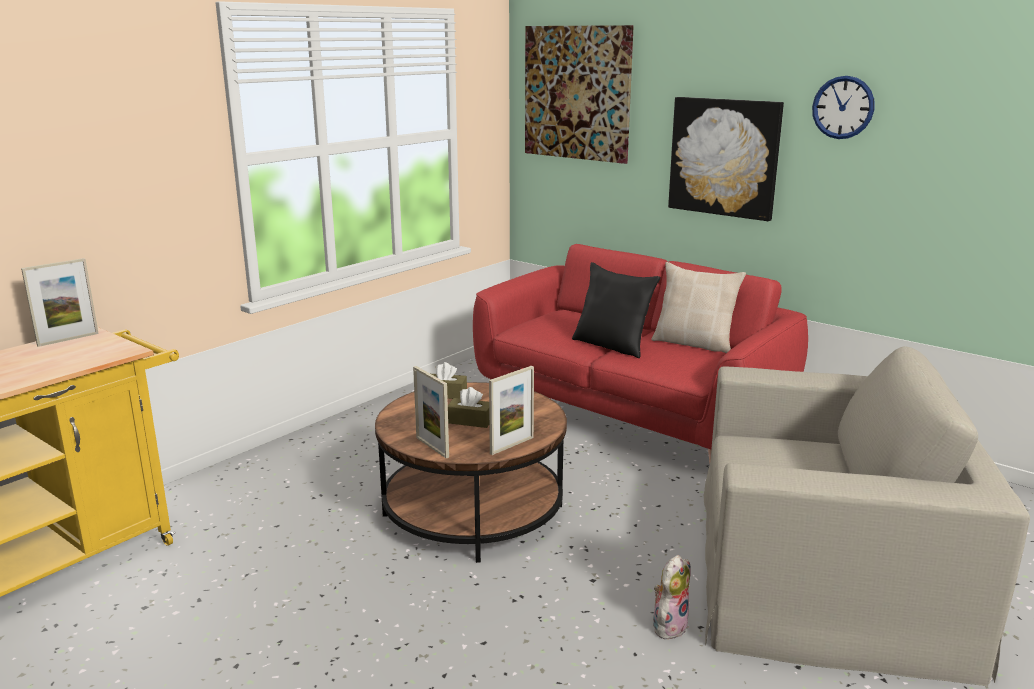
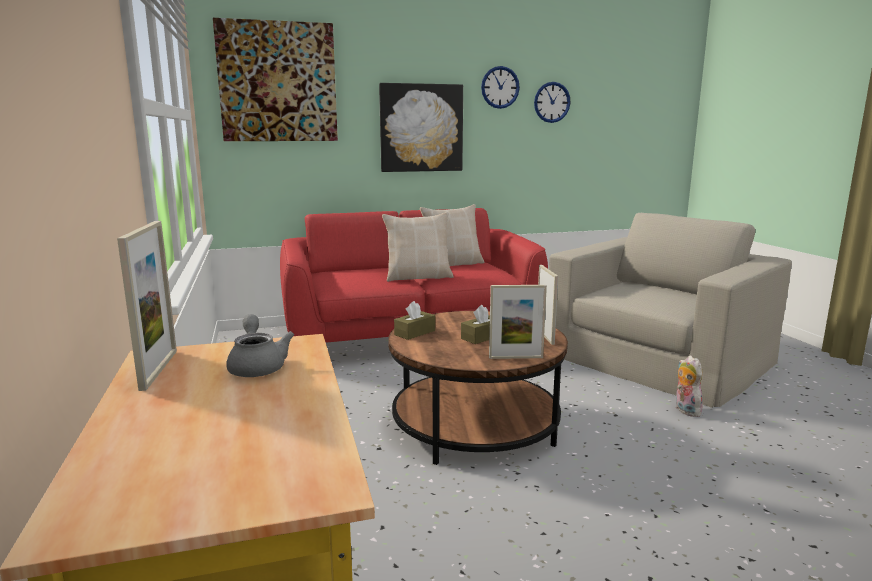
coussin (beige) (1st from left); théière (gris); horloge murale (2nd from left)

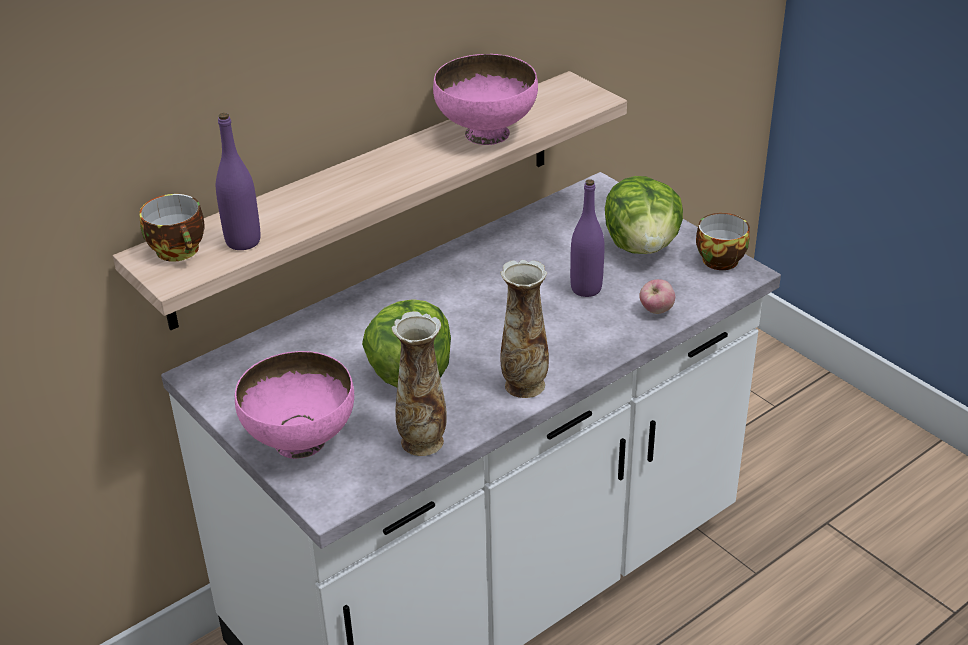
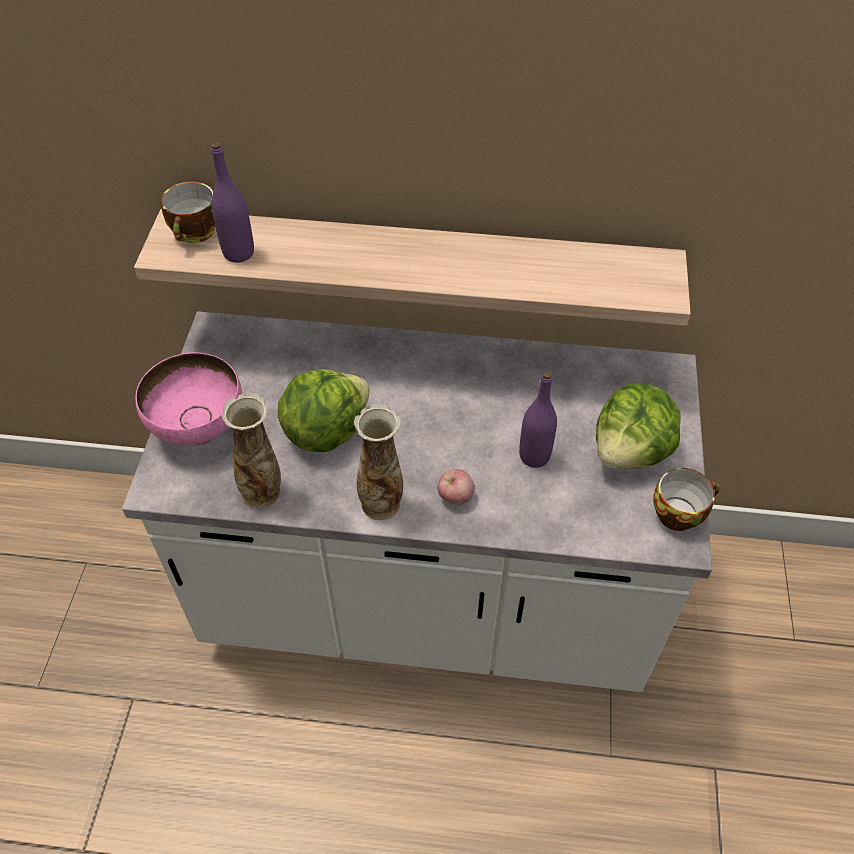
bol (rose) (2nd from left in the first image); pomme

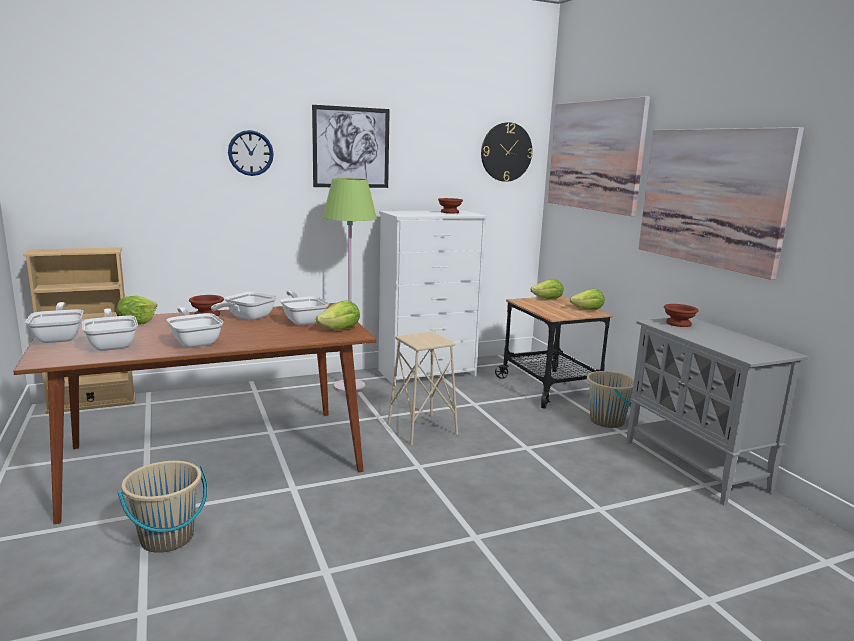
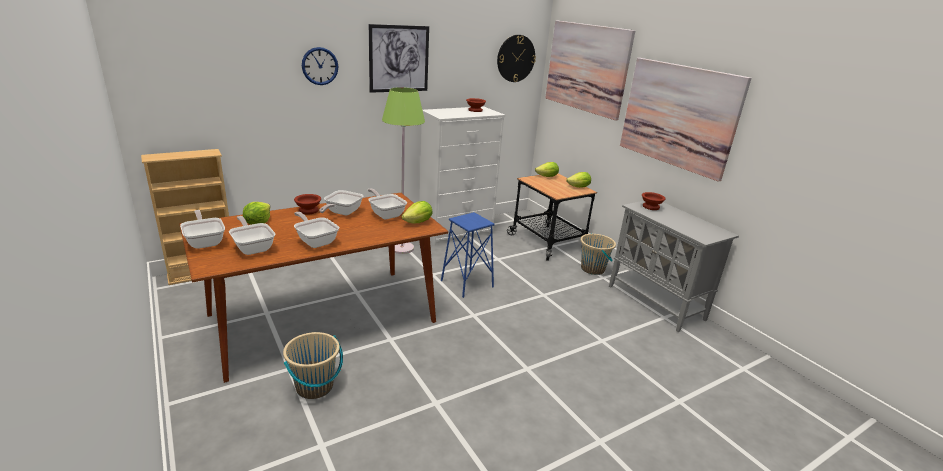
tabouret (bleu)

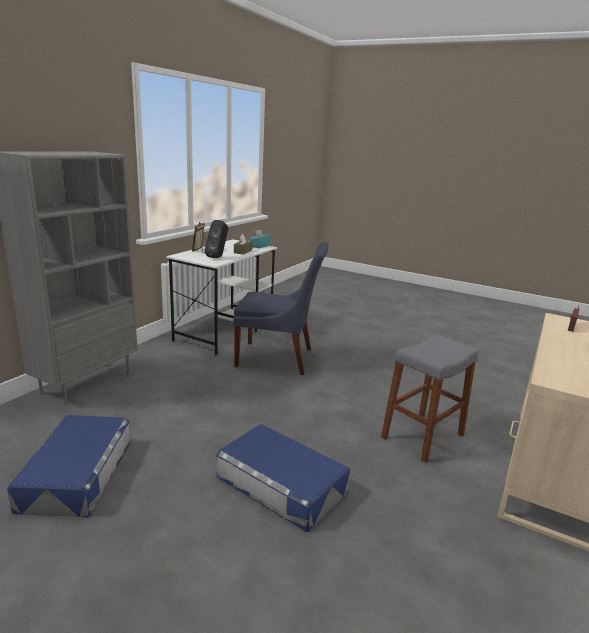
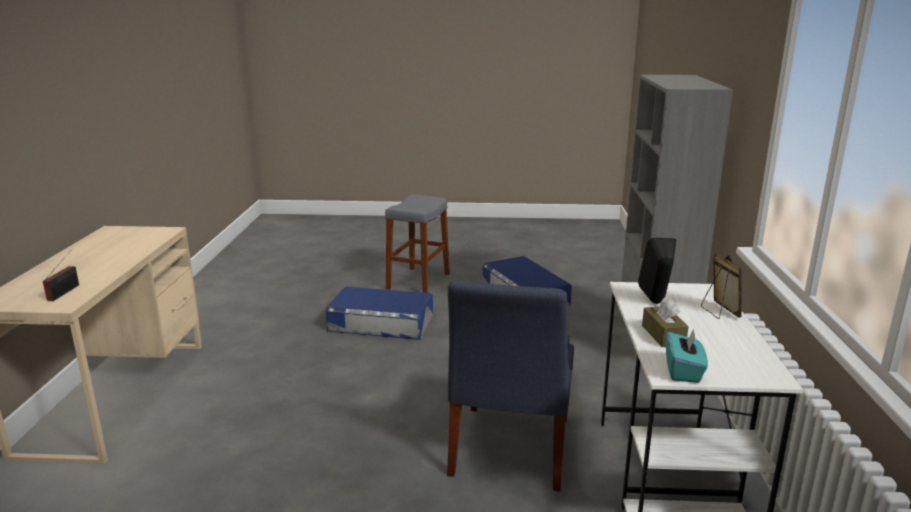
chaise (bleu); tabouret (gris)

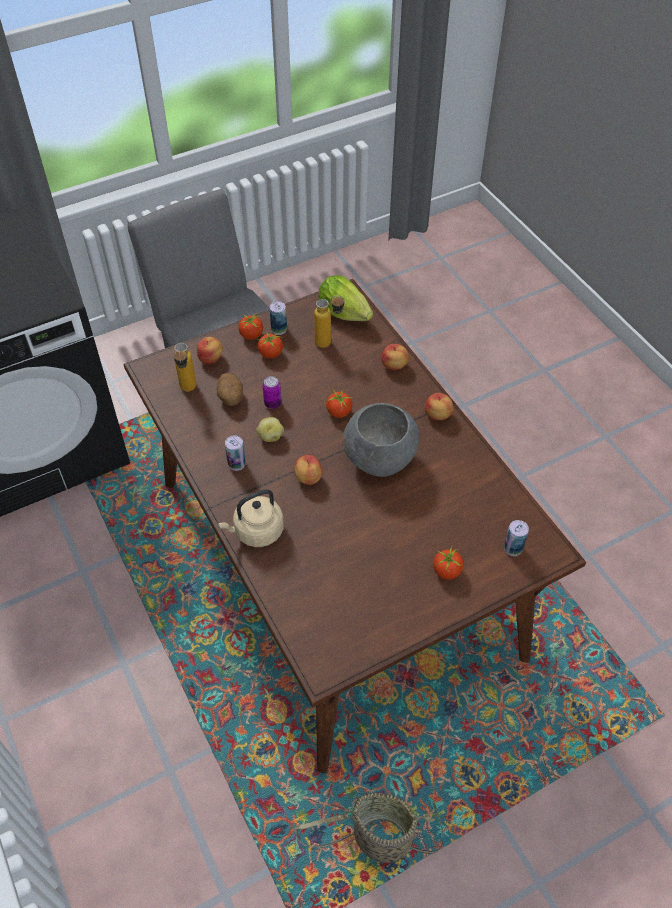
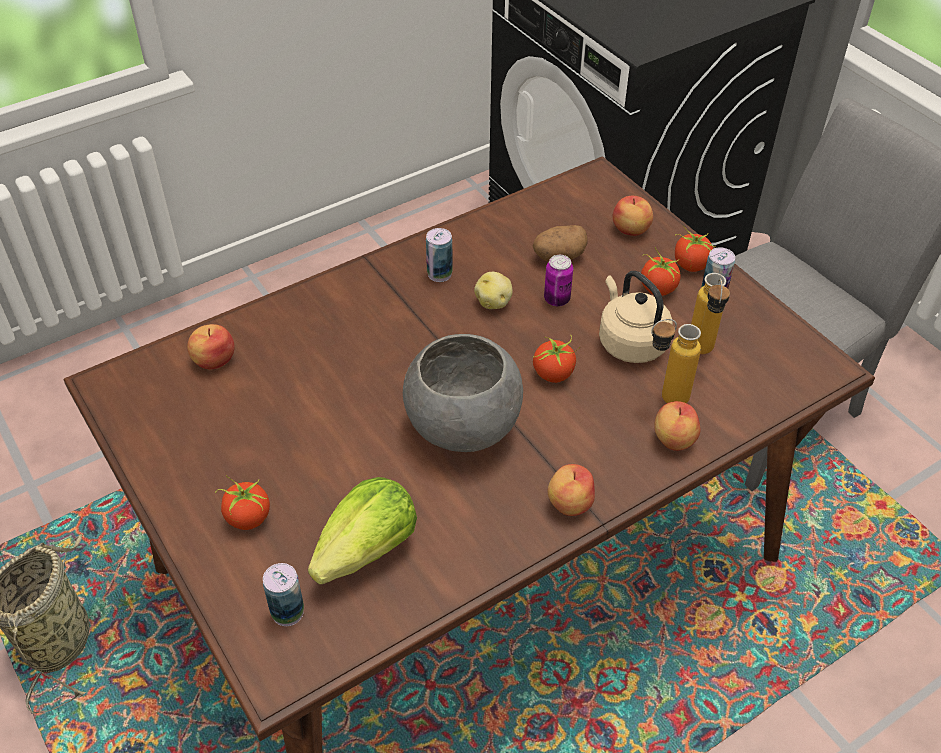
bouteille (1st from left); bouilloire (beige); pomme (1st from left); laitue

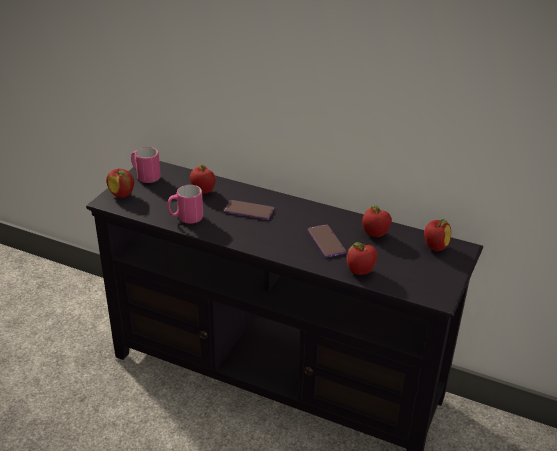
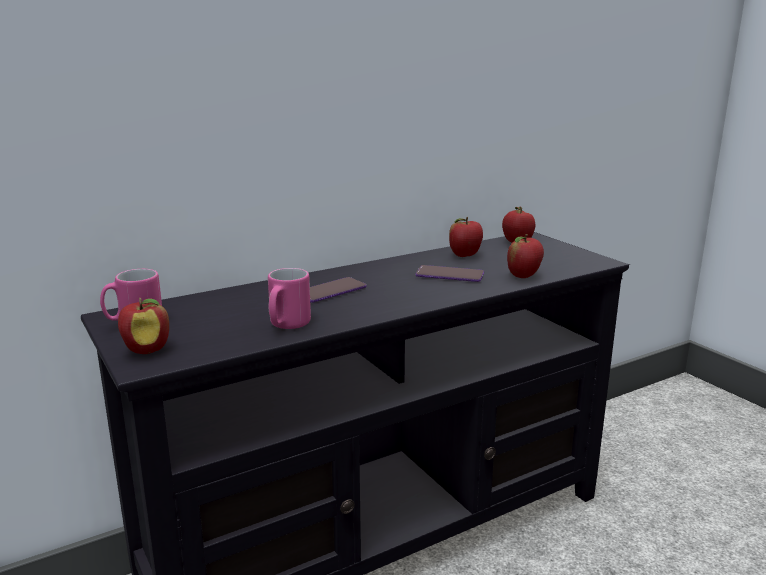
pomme (2nd from left in the first image)

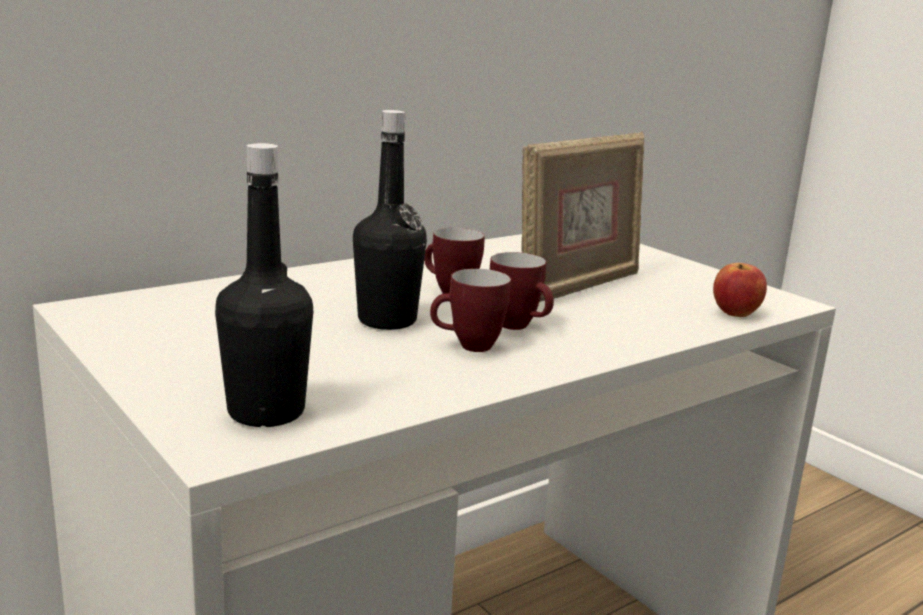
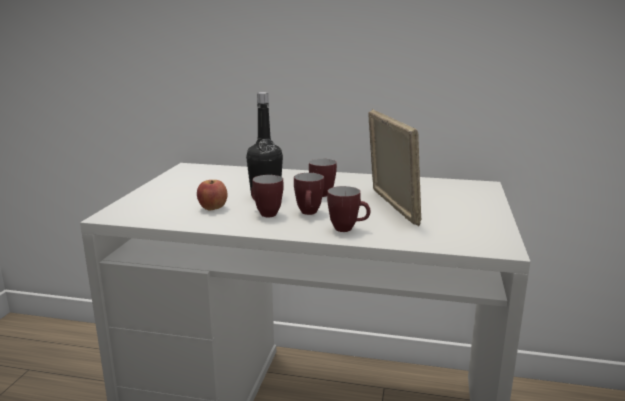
bouteille (noir) (1st from left in the first image); cadre photo; pomme; mug (4th from left)

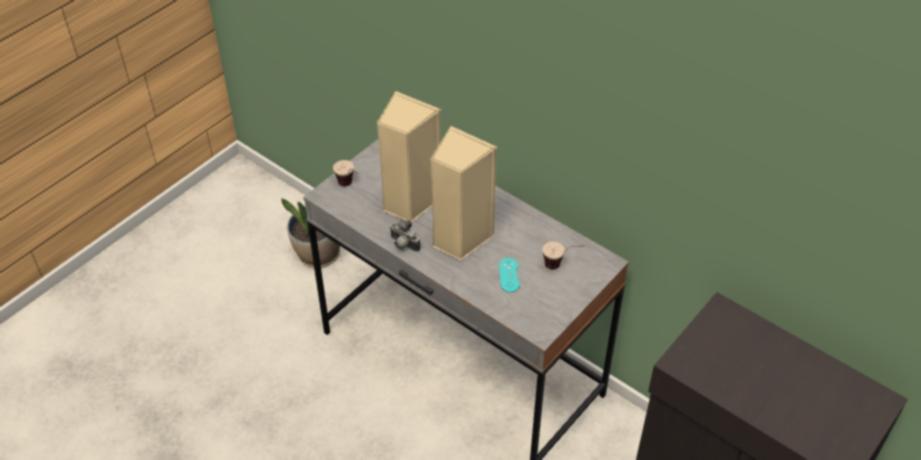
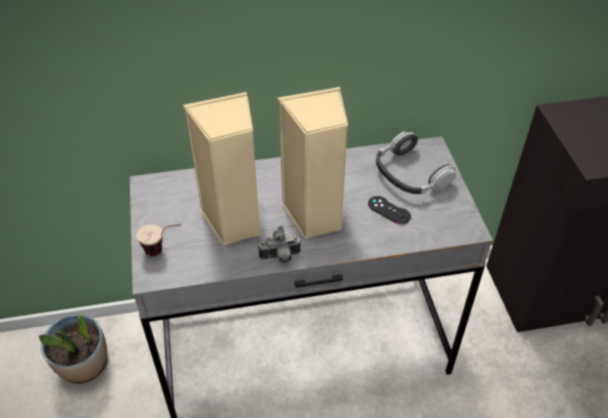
manette (noir); casque audio

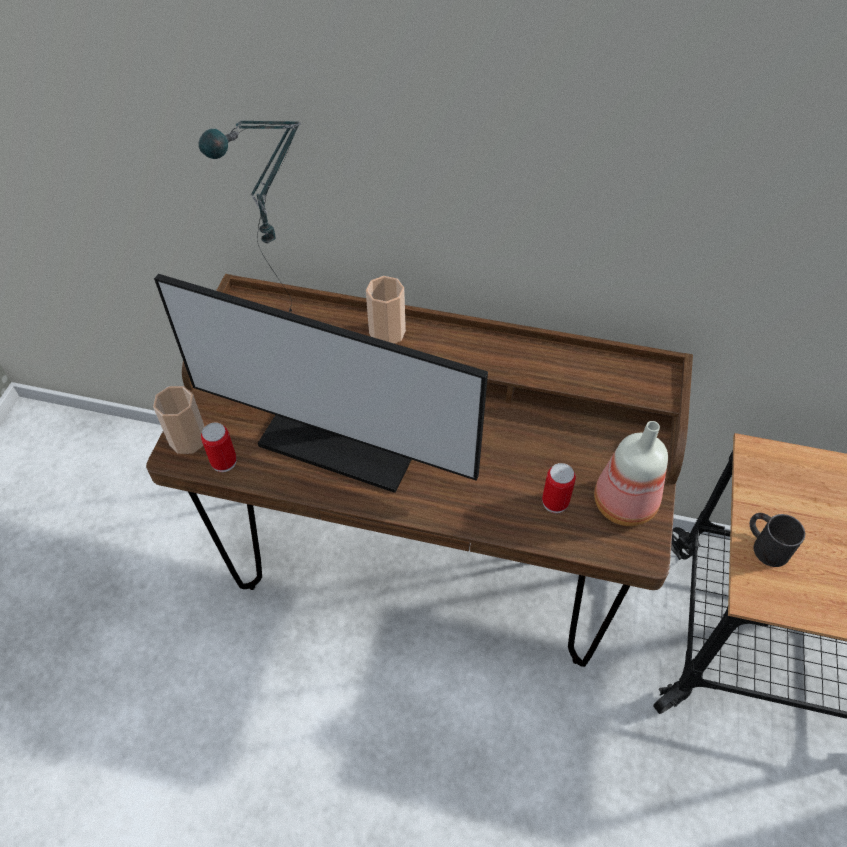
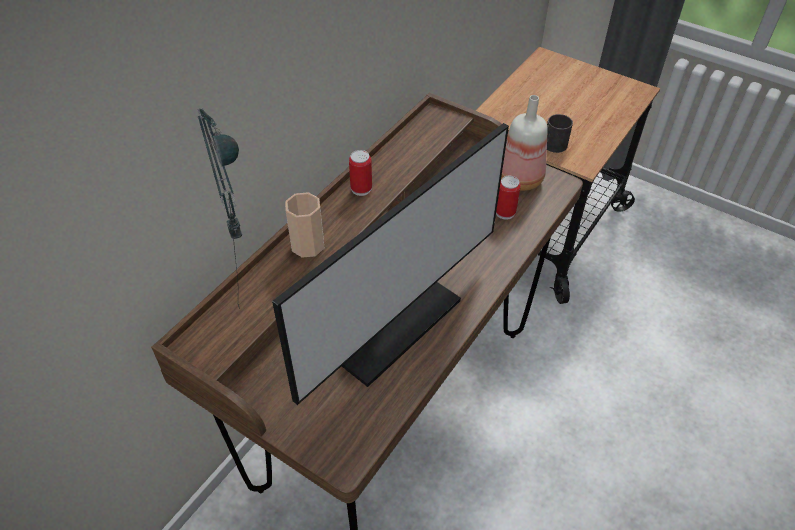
tasse (1st from left in the first image); boîte métallique (1st from left)

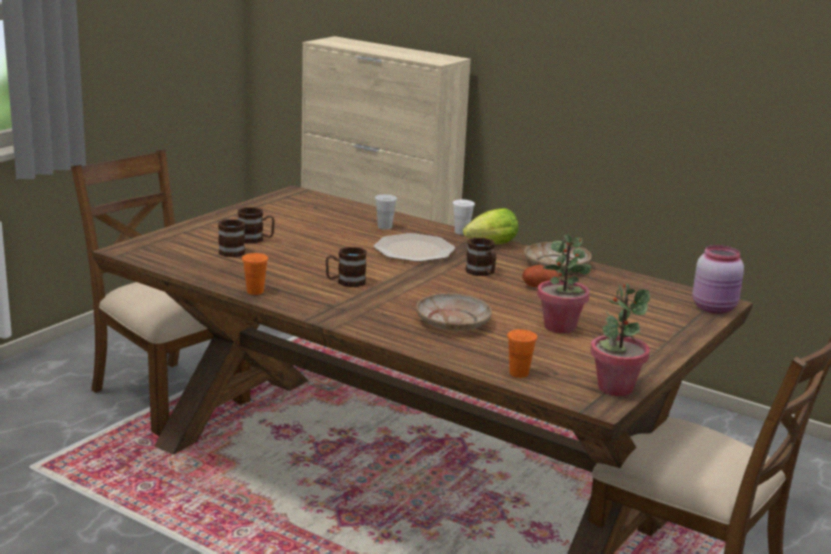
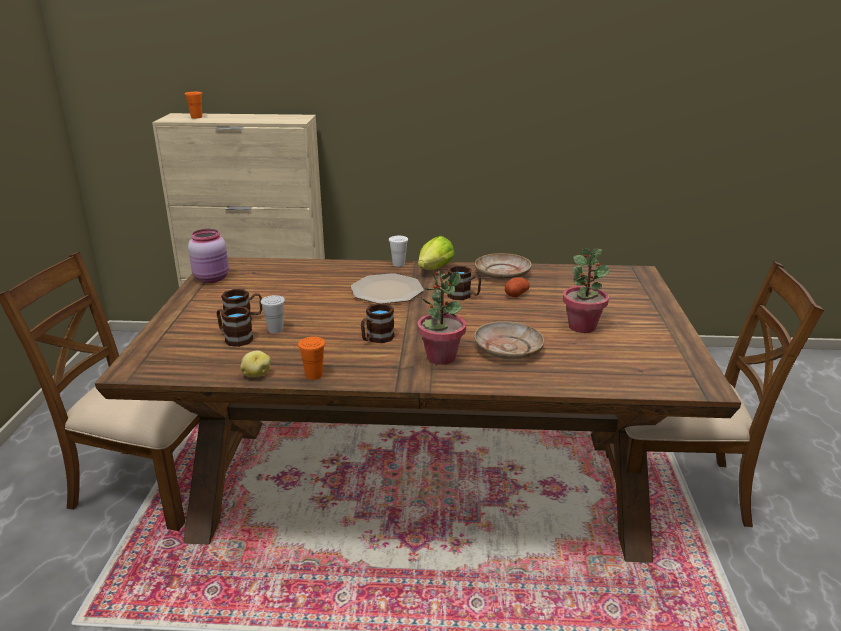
tasse (blanc) (1st from left); tasse (orange) (1st from left); plante en pot (1st from left); bocal (rose); pomme de terre (1st from left)

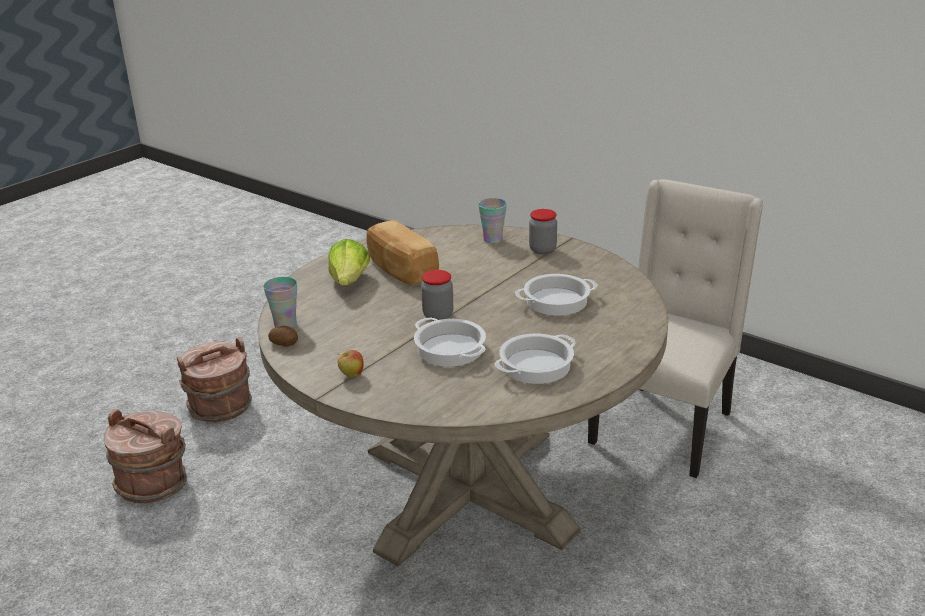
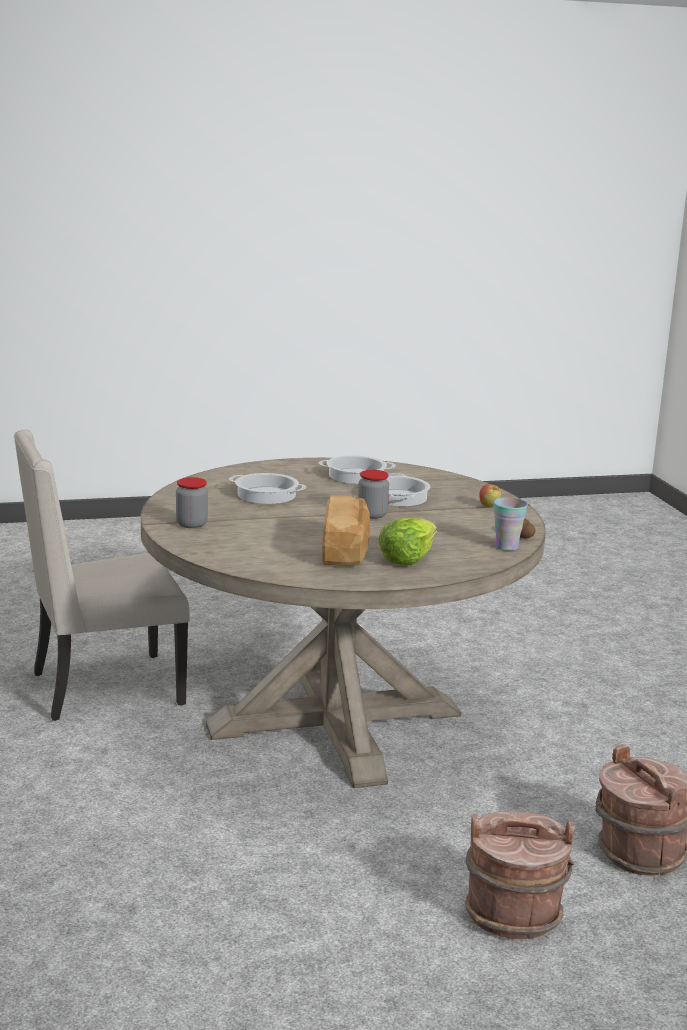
tasse (2nd from left in the first image)

